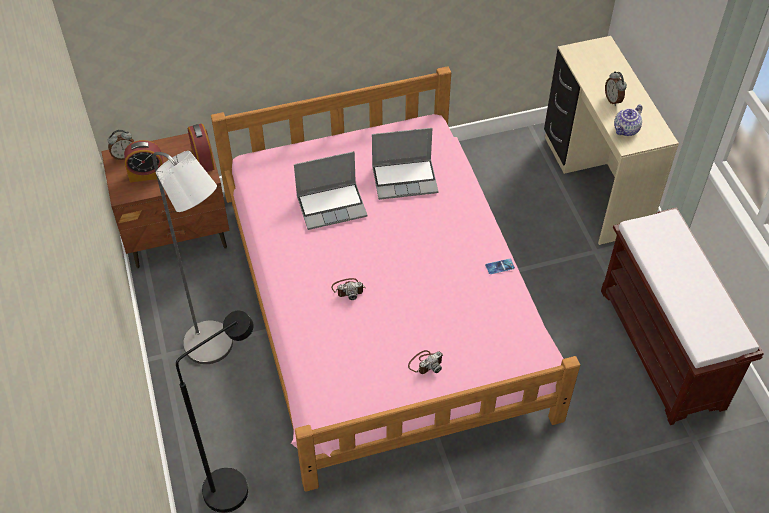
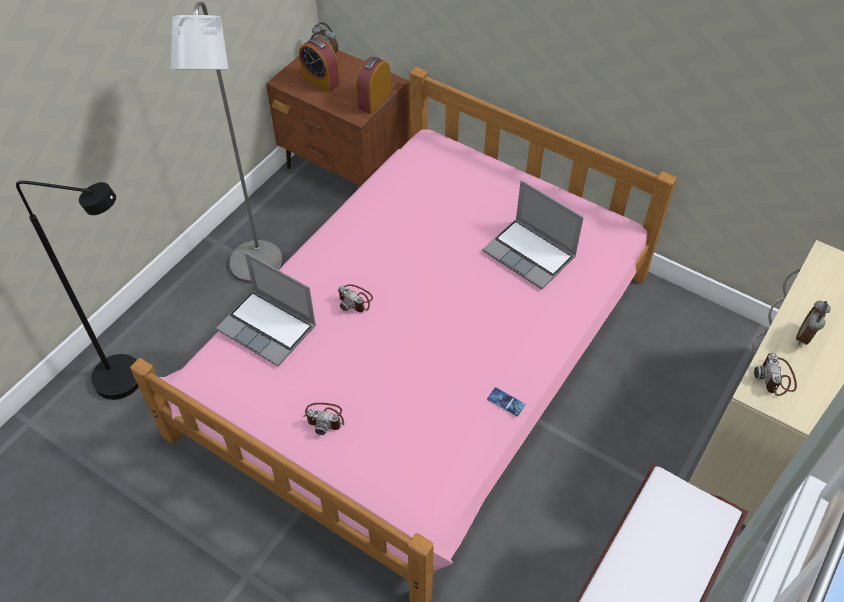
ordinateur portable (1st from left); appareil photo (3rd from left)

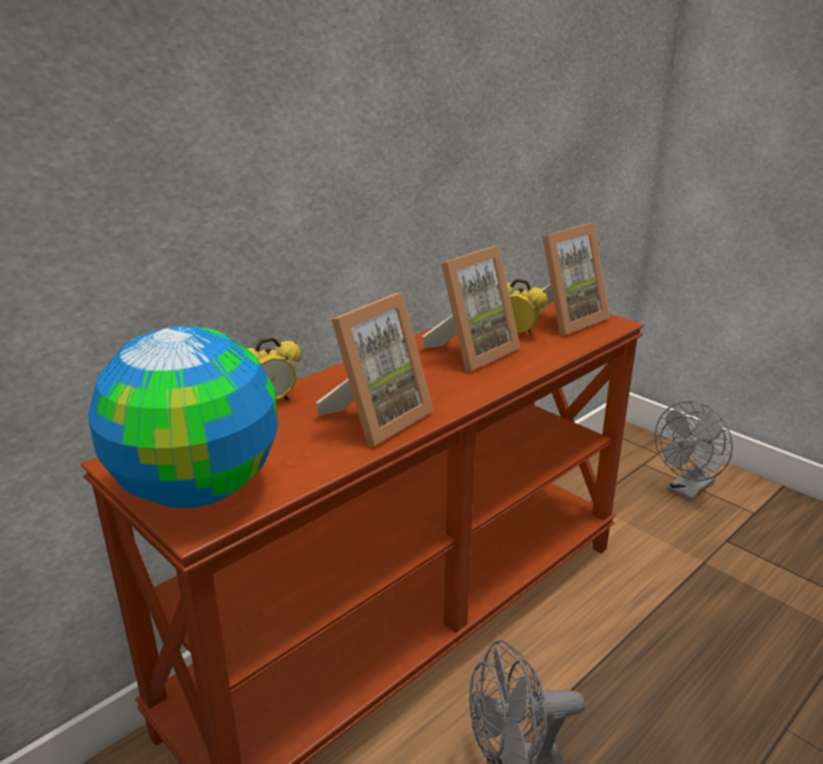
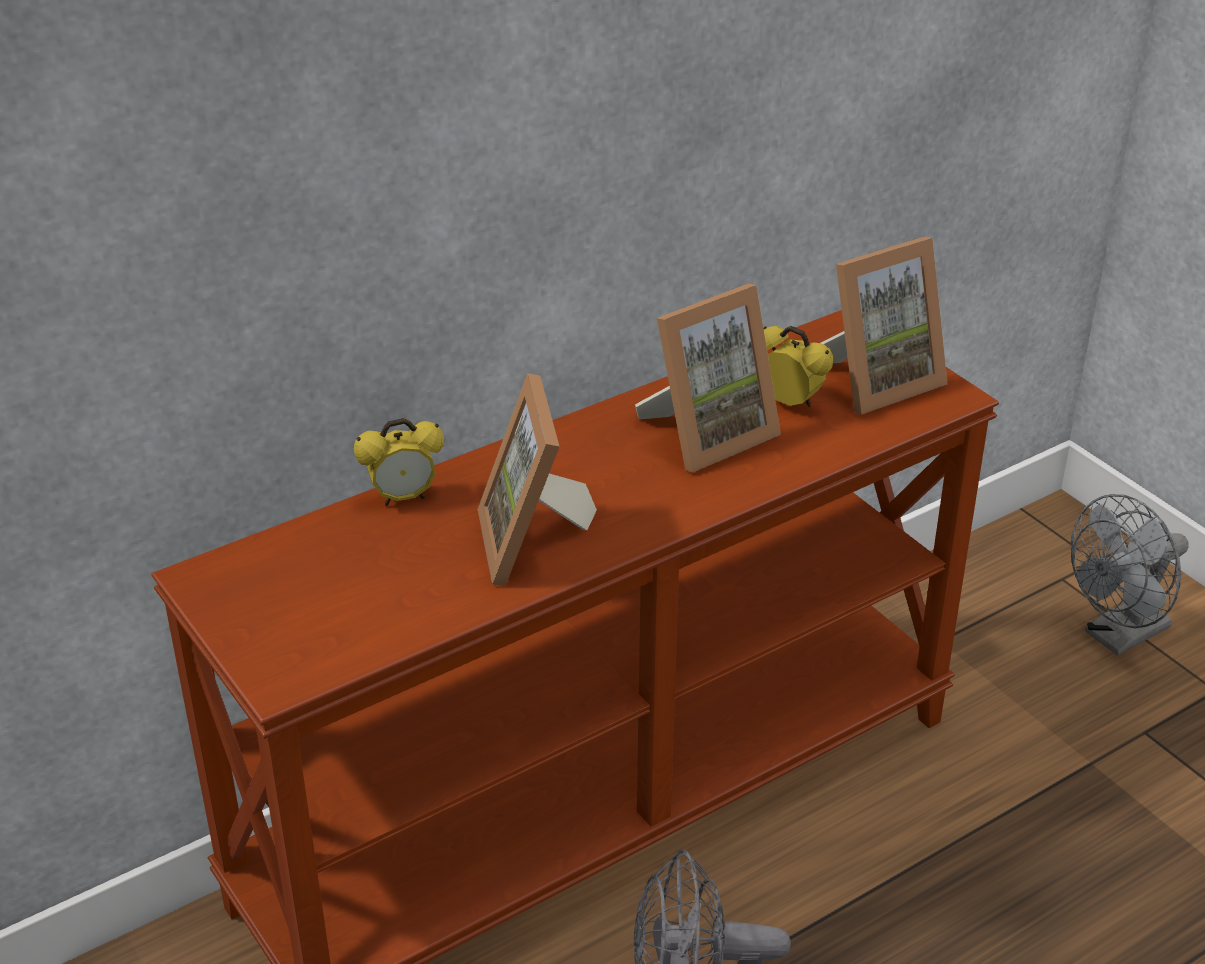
globe; cadre photo (1st from left)

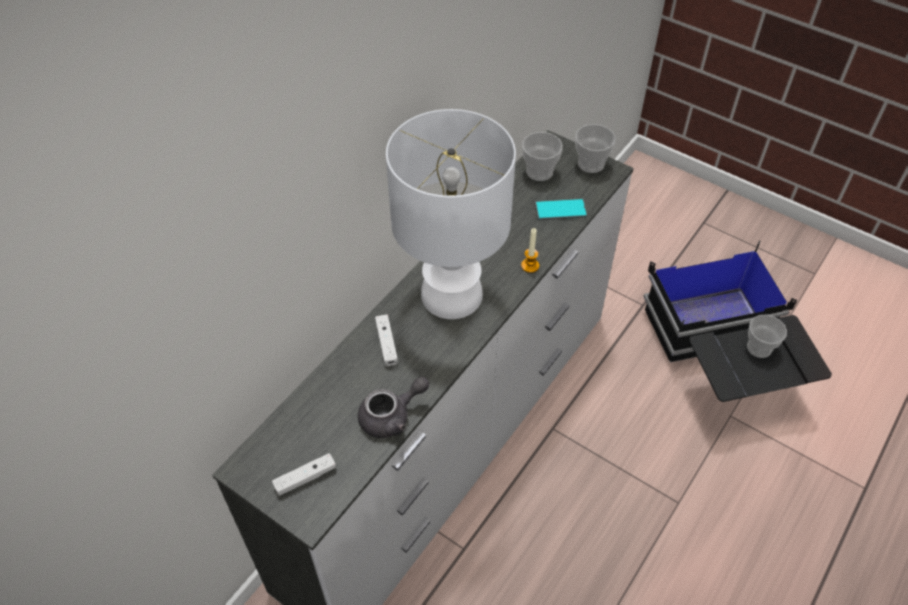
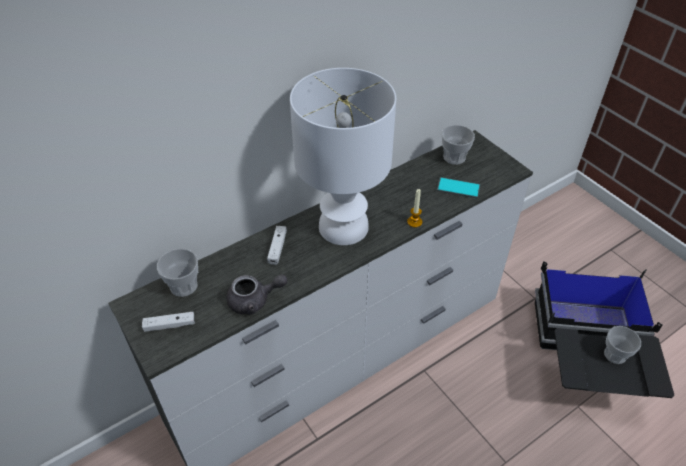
tasse (1st from left)

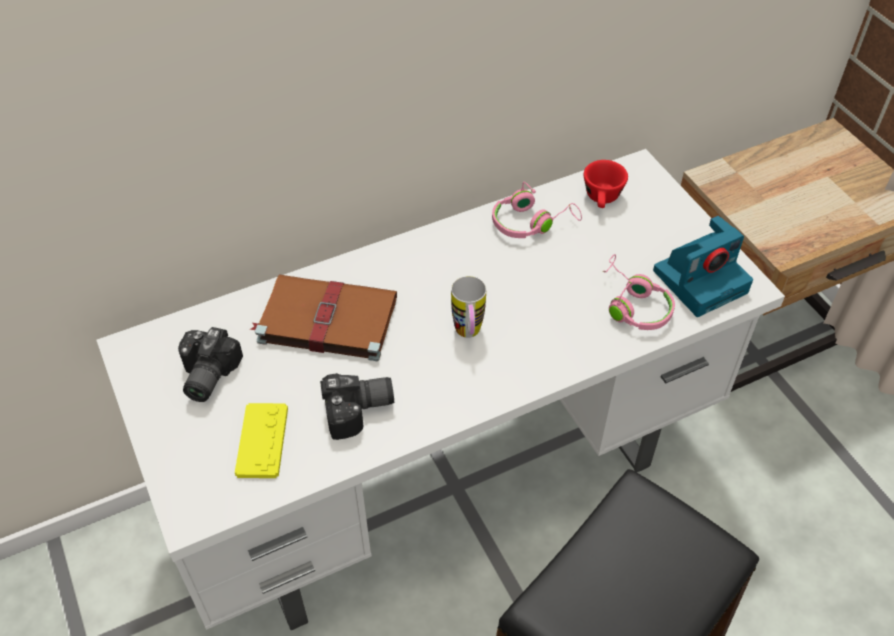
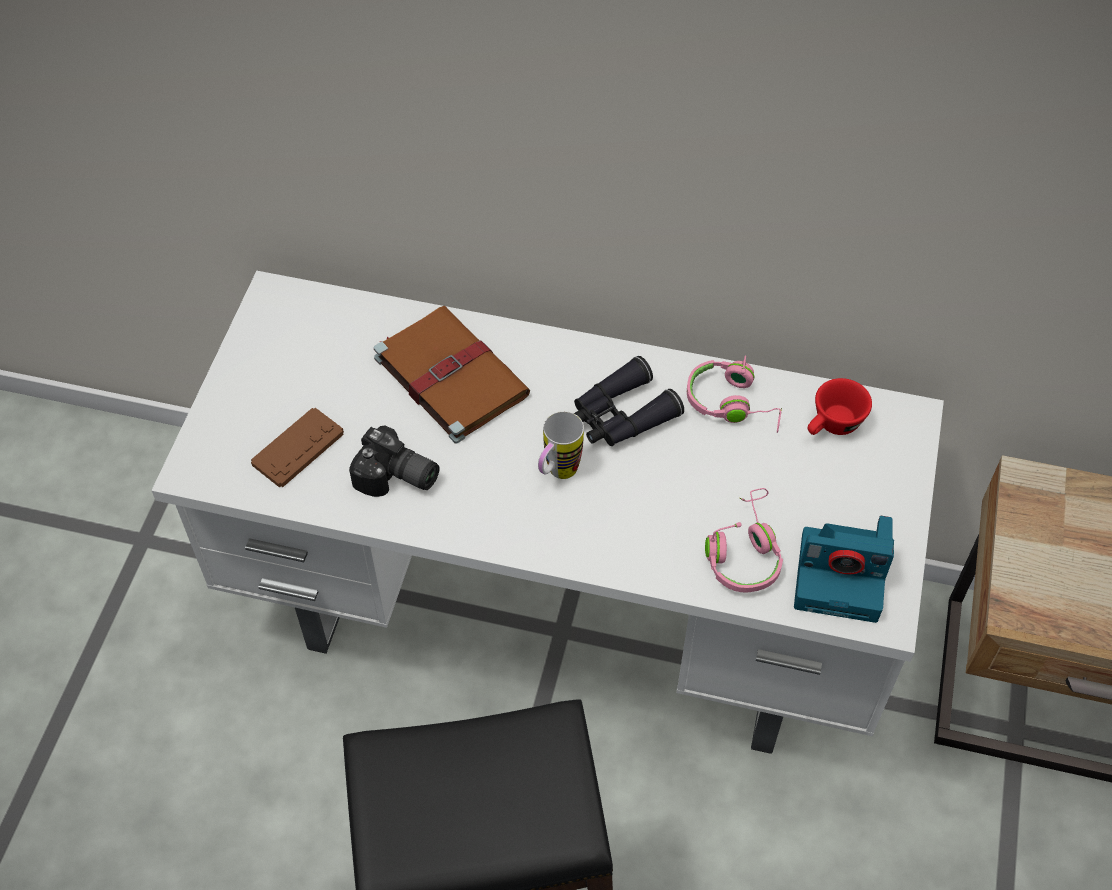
appareil photo (1st from left in the first image); manette (marron); jumelles (noir)

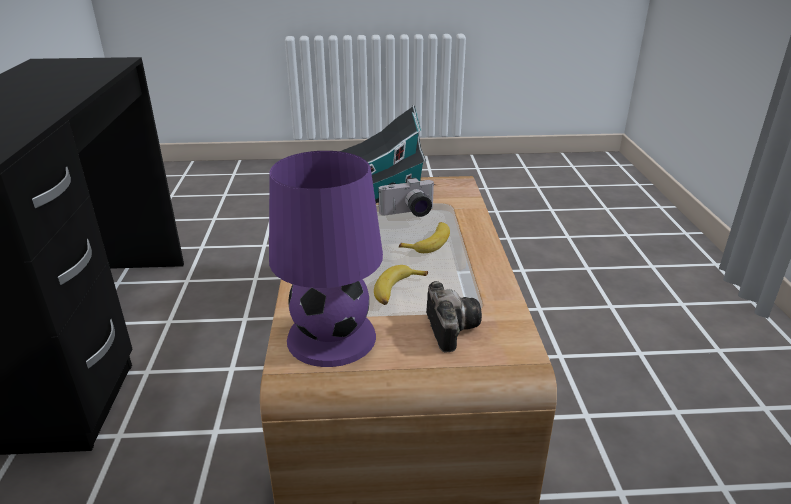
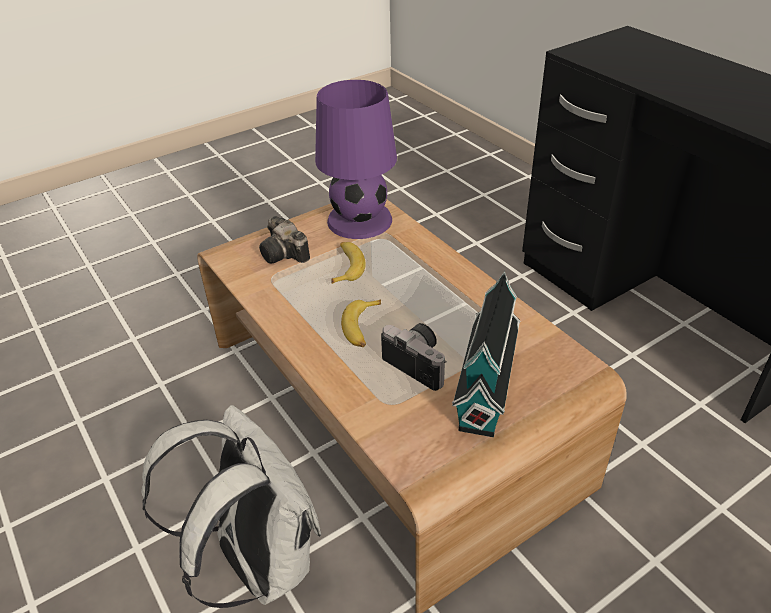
appareil photo (2nd from left); sac à dos (blanc)

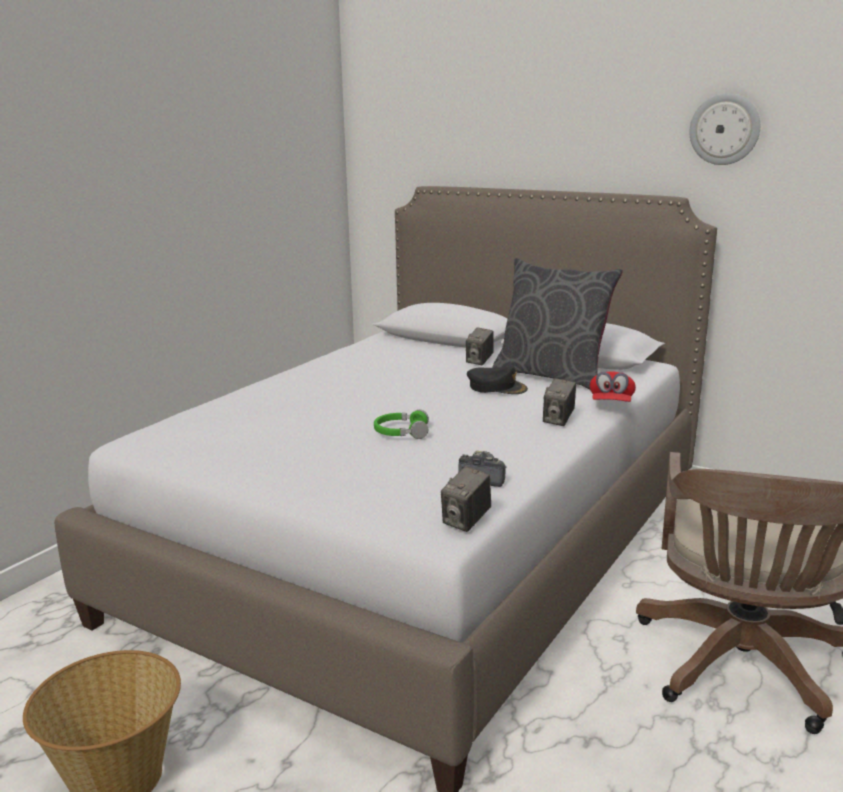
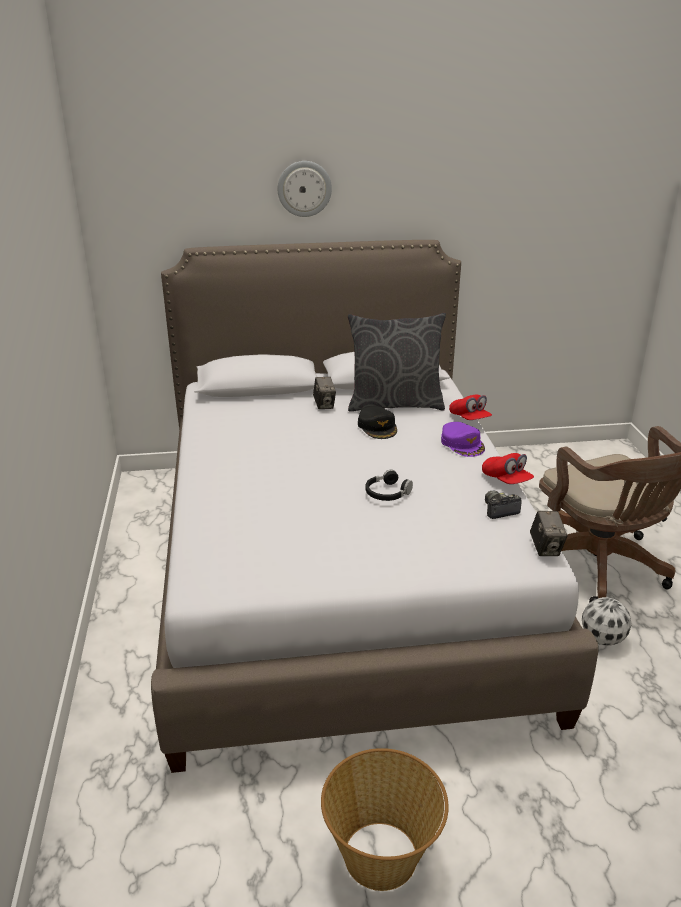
casque audio (noir); casquette (noir); casquette (violet); horloge murale; casquette (rouge) (2nd from left); ballon de foot

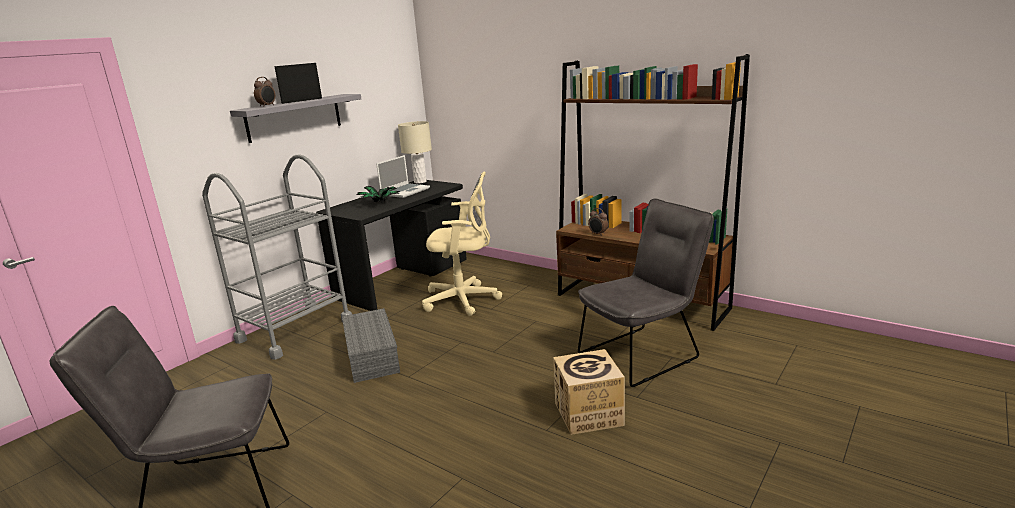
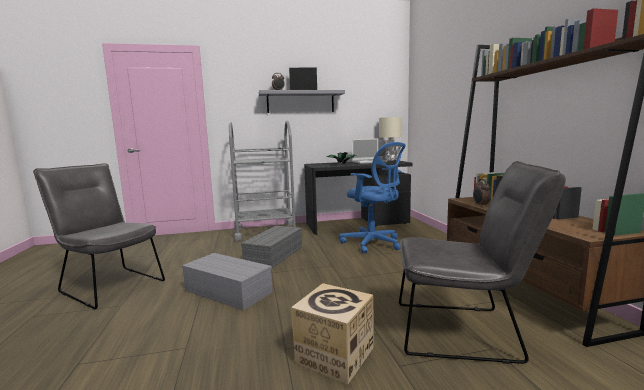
chaise de bureau (bleu); boîte de rangement (gris) (1st from left)

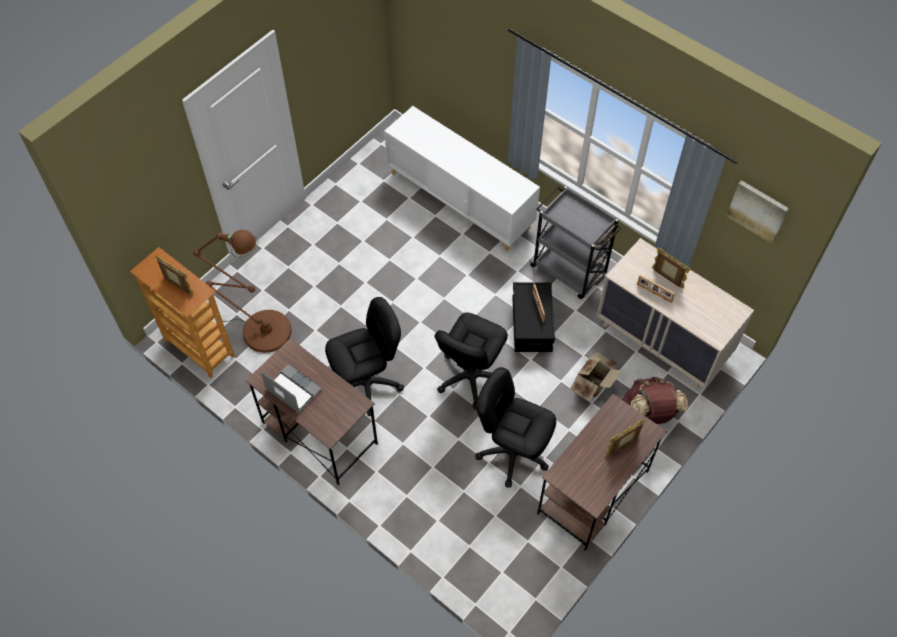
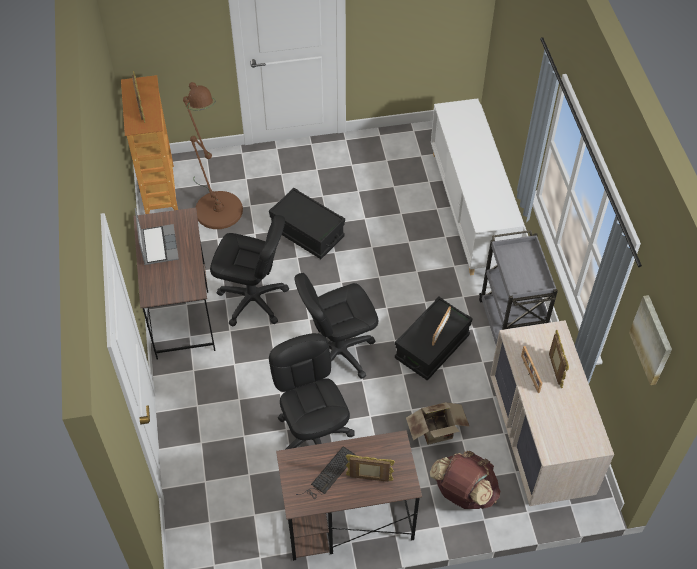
boîte de rangement (noir) (1st from left); clavier

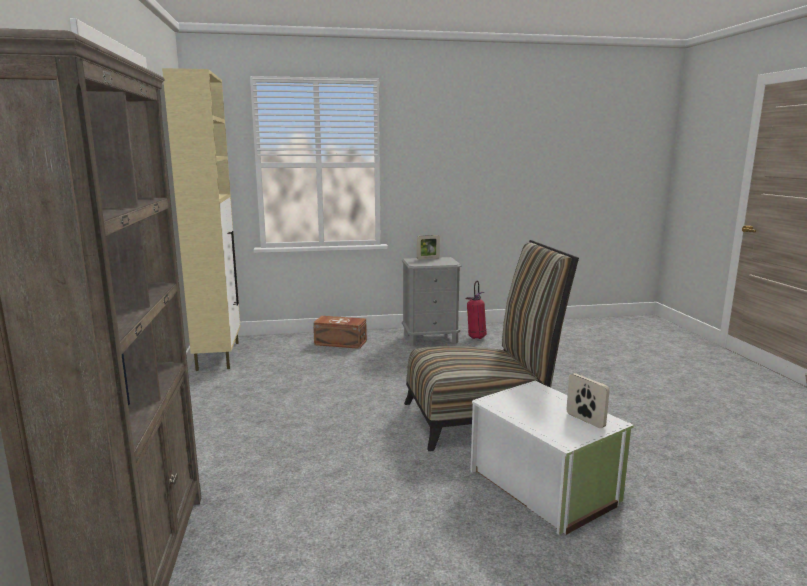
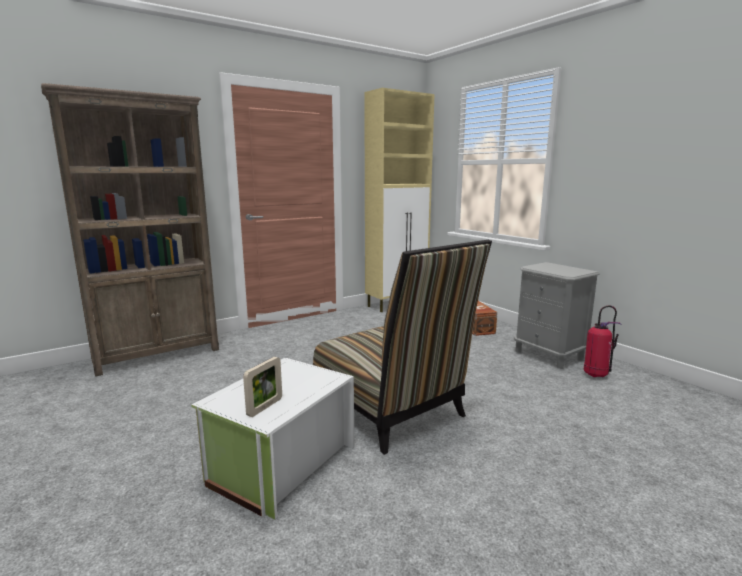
cadre photo (1st from left in the first image)

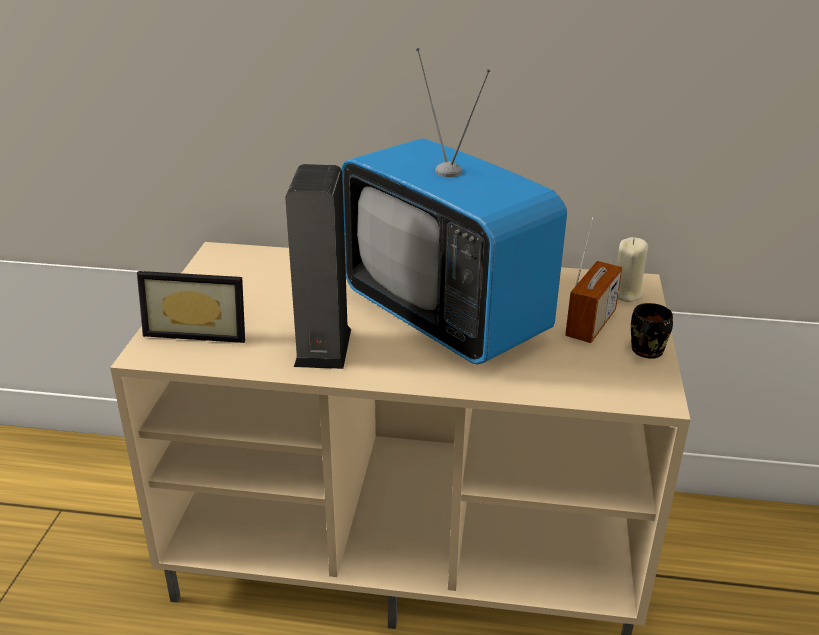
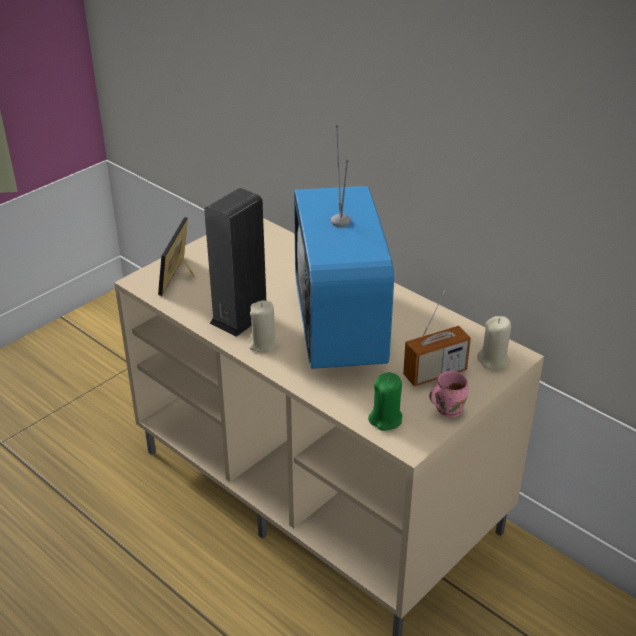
cadre photo; mug (rose); bougie (beige) (1st from left); bougie (vert)

